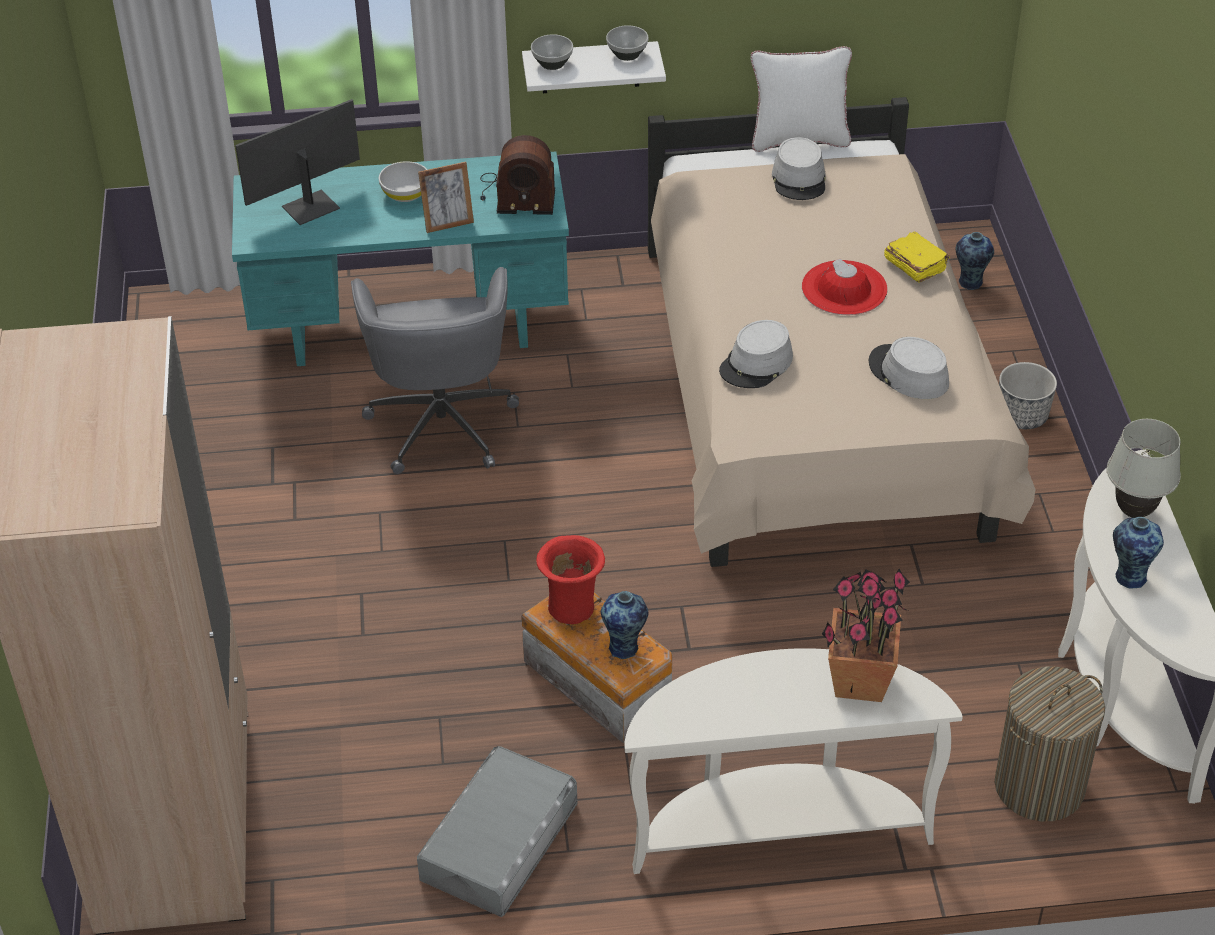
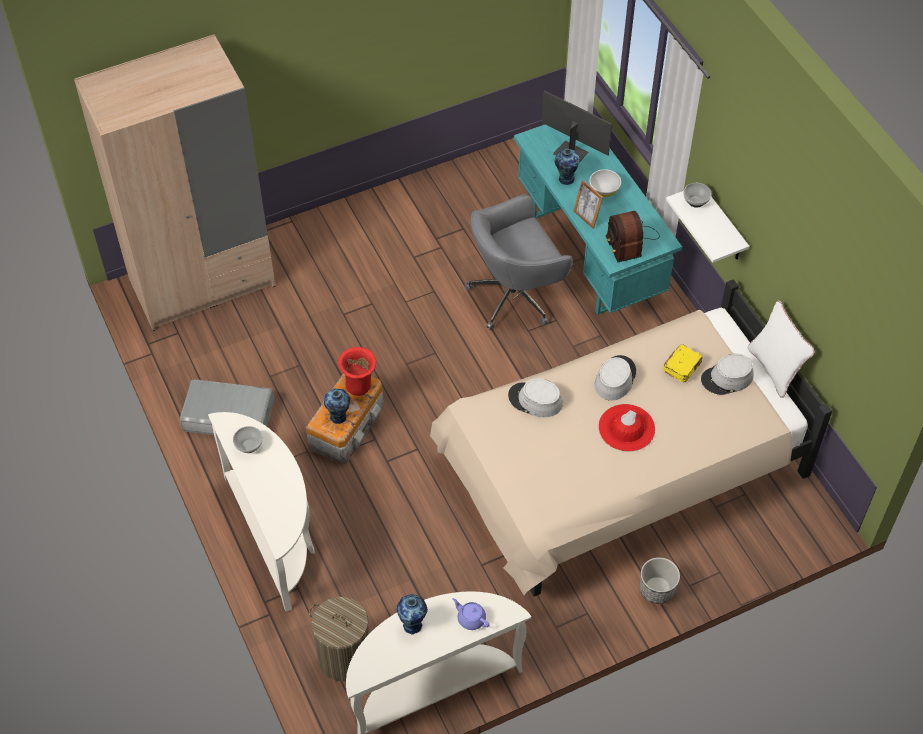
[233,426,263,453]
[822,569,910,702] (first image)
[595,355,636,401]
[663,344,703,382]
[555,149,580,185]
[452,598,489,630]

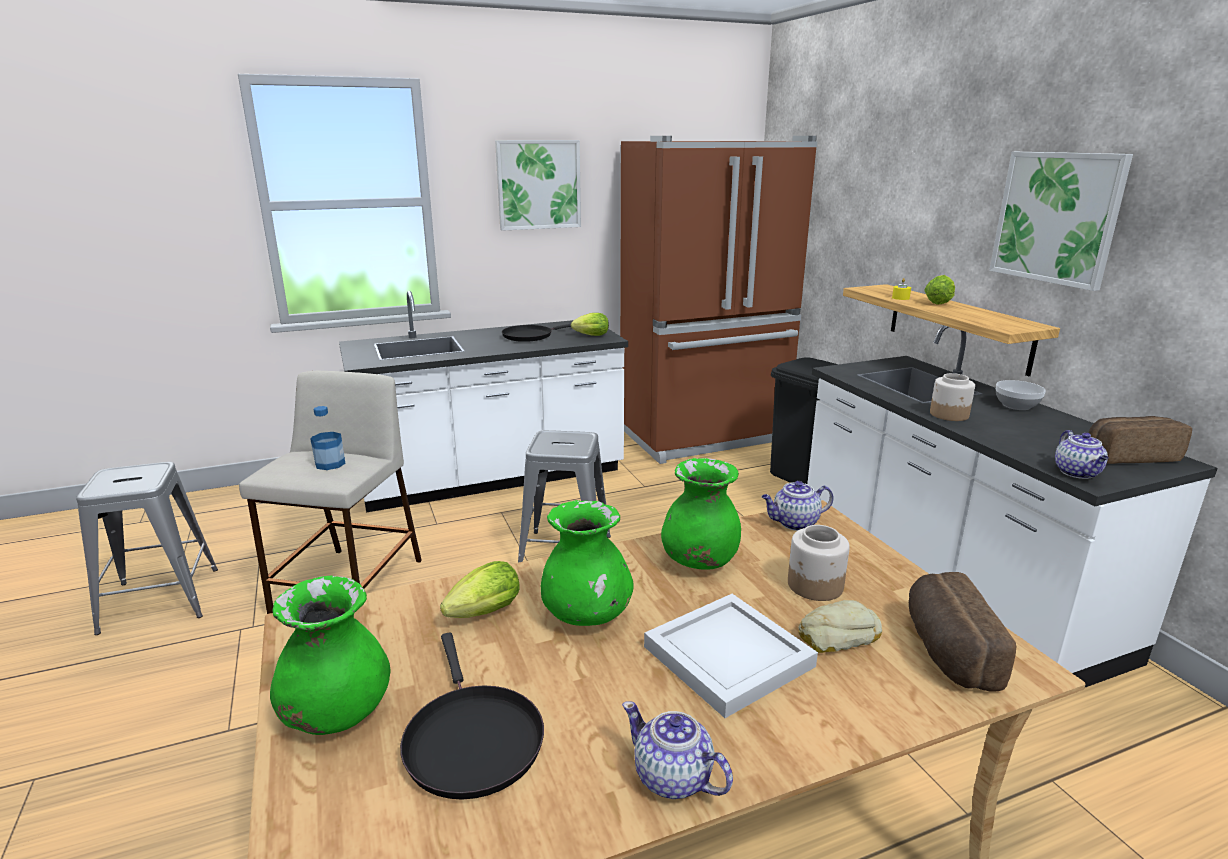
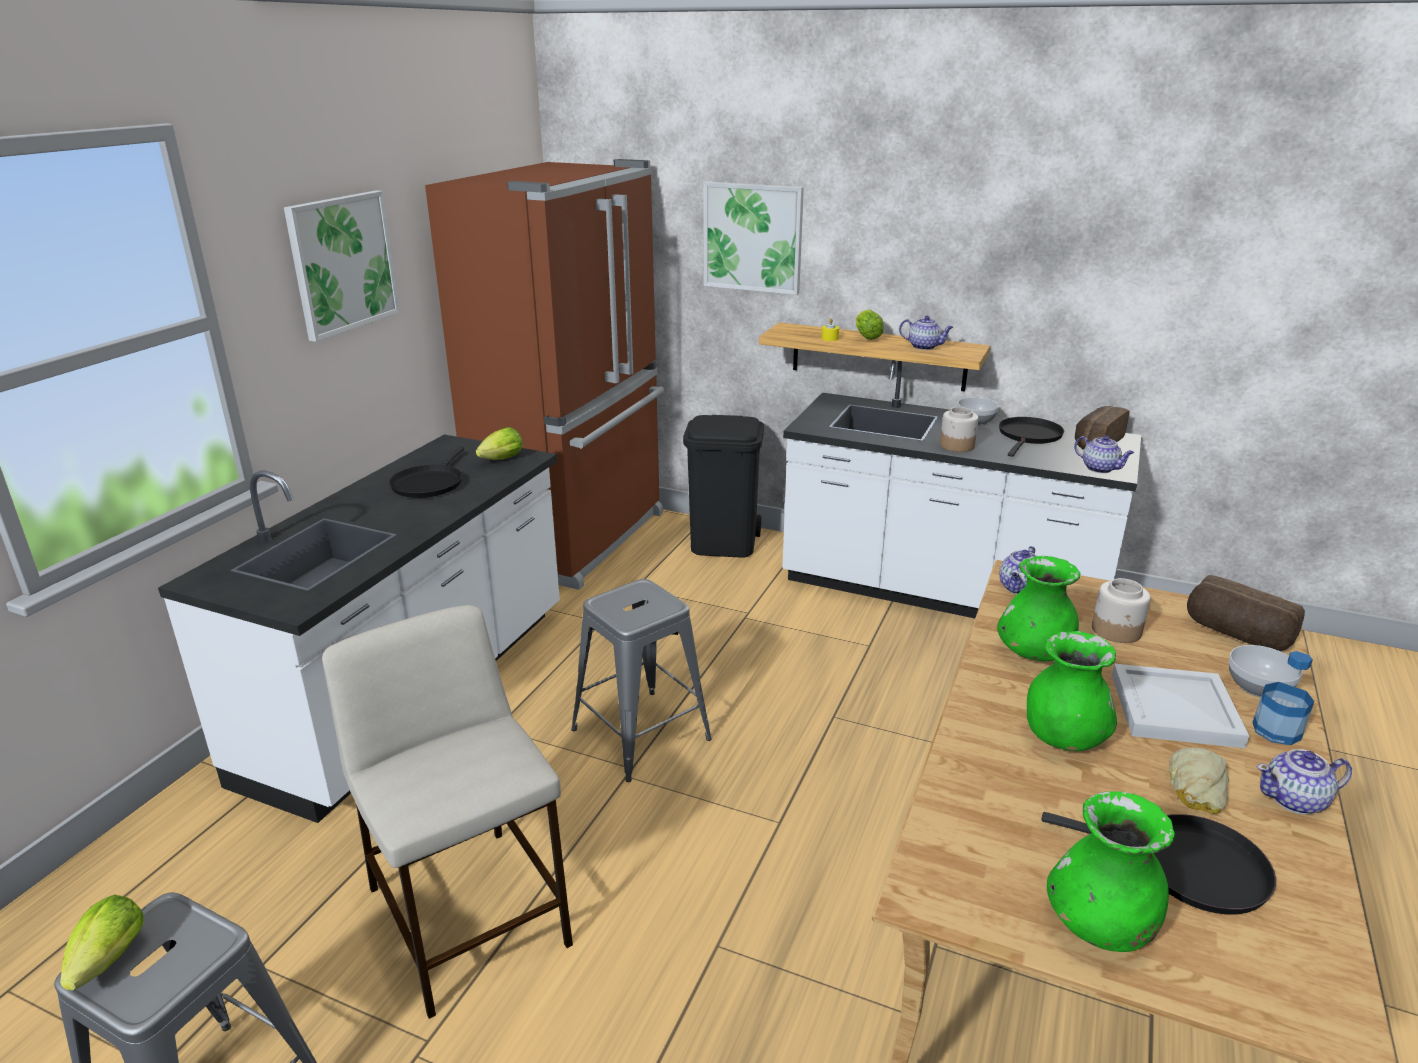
[1252,651,1314,745]
[60,895,144,991]
[1169,747,1229,814]
[703,182,804,295]
[899,316,953,350]
[999,417,1064,457]
[1229,645,1303,698]

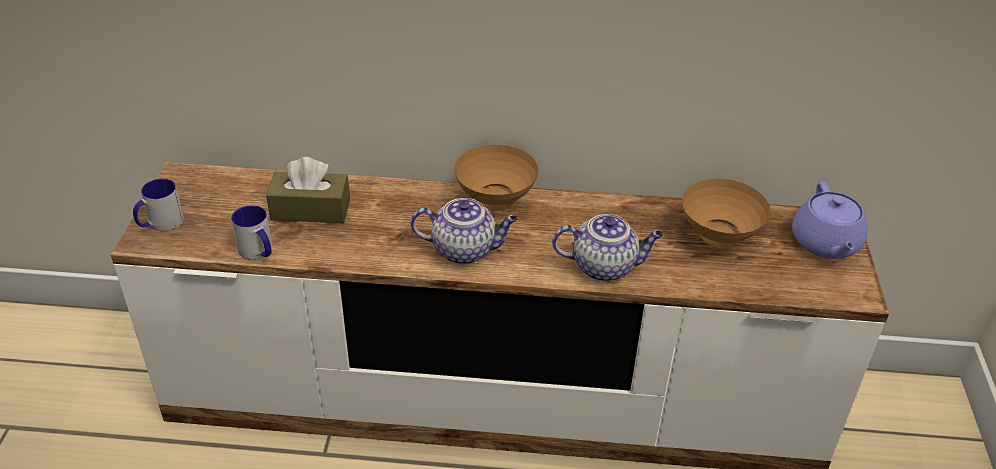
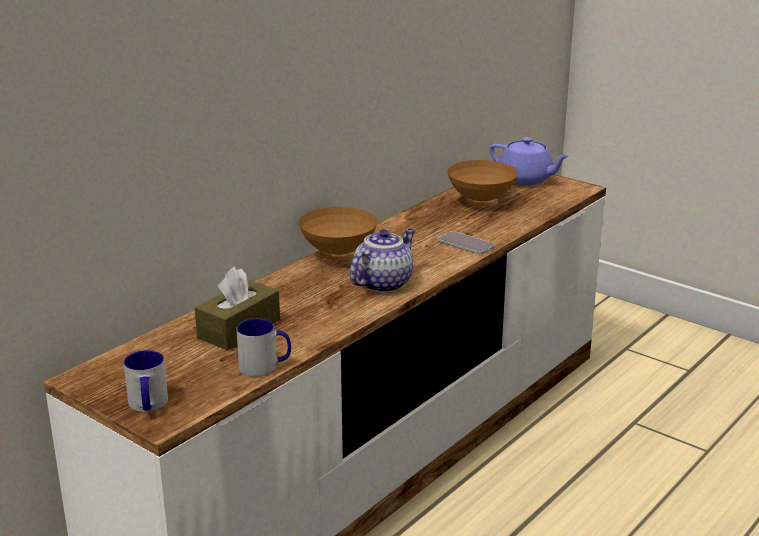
[438,231,495,255]

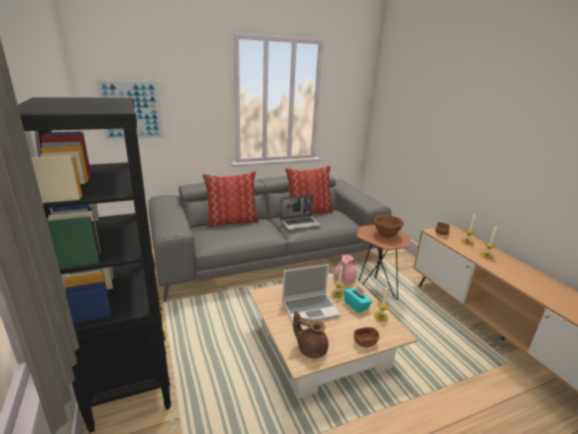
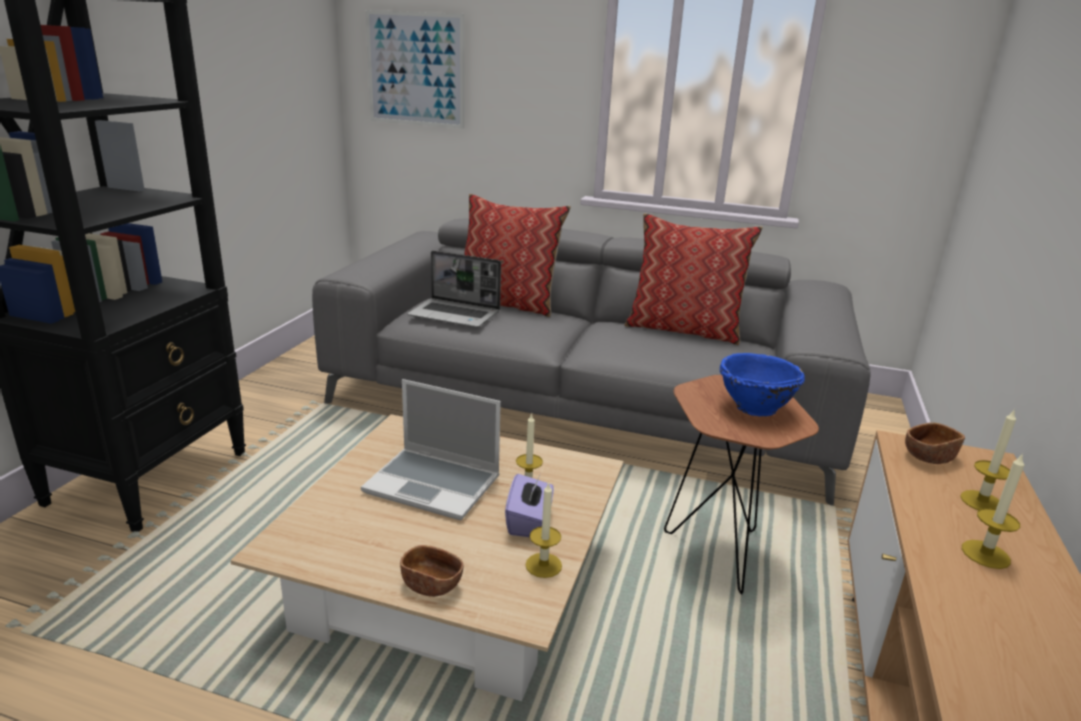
[407,251,501,327]
[293,311,328,359] (first image)
[333,255,356,283] (first image)
[505,474,554,537]
[720,353,805,416]

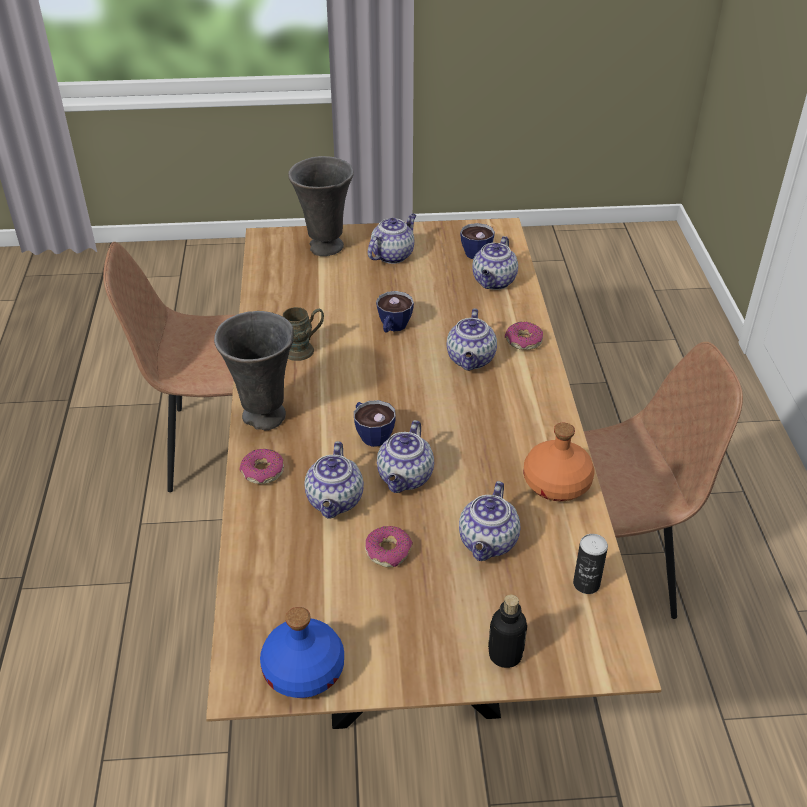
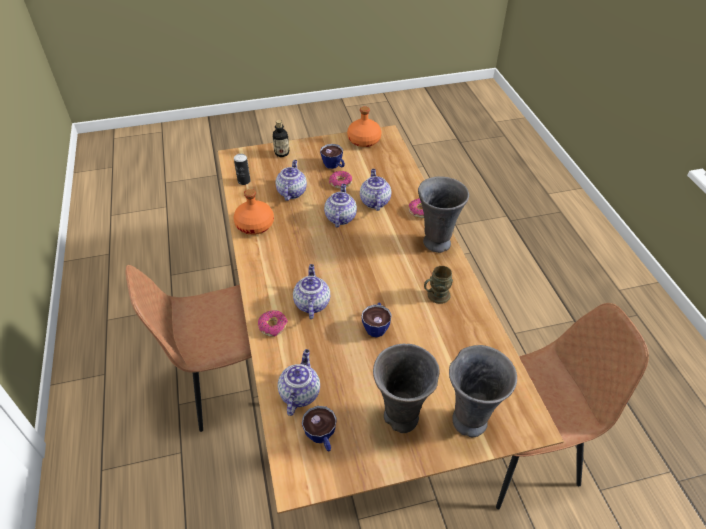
[347,106,381,147]
[320,144,345,169]
[373,344,440,433]

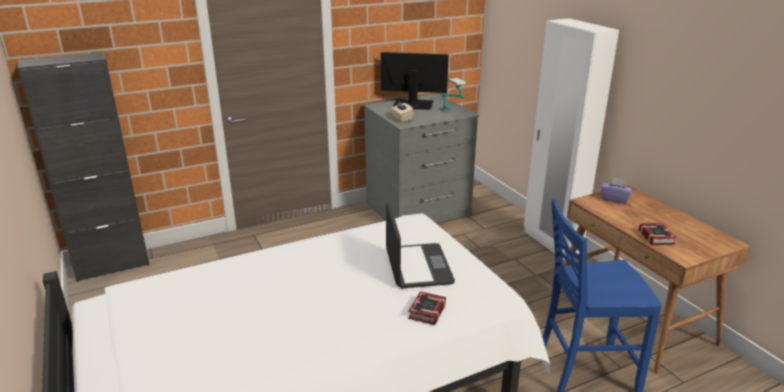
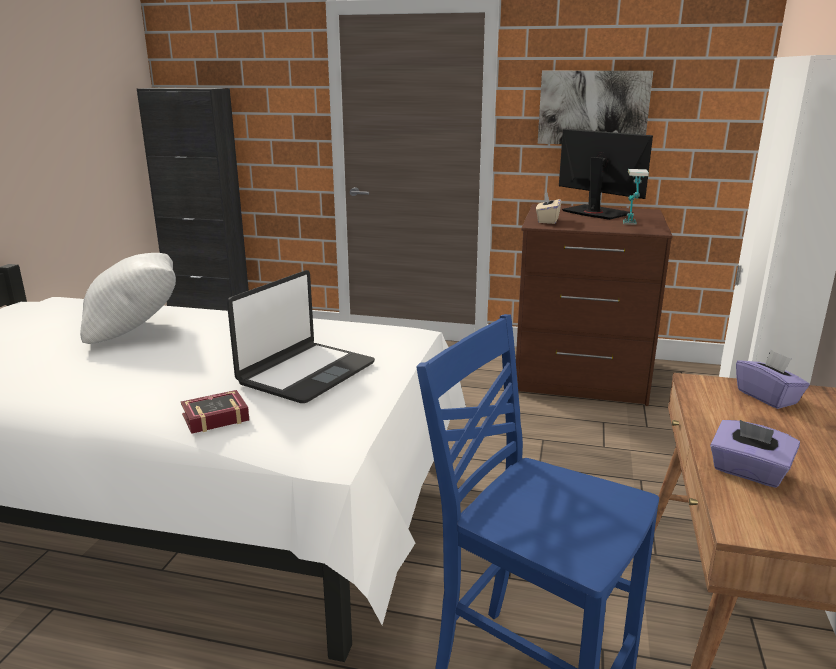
[516,204,673,406]
[710,420,800,488]
[80,253,176,344]
[538,71,653,144]

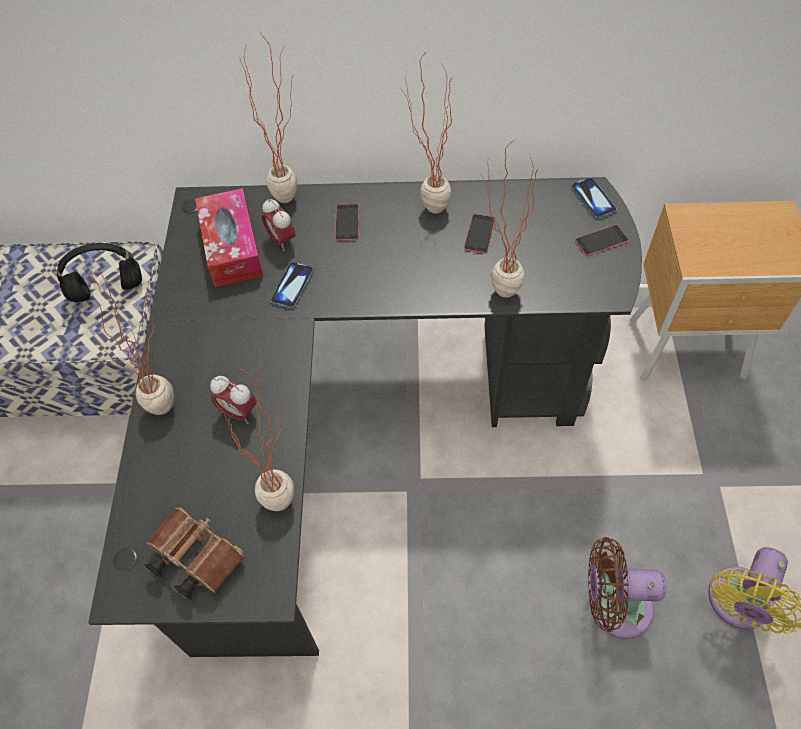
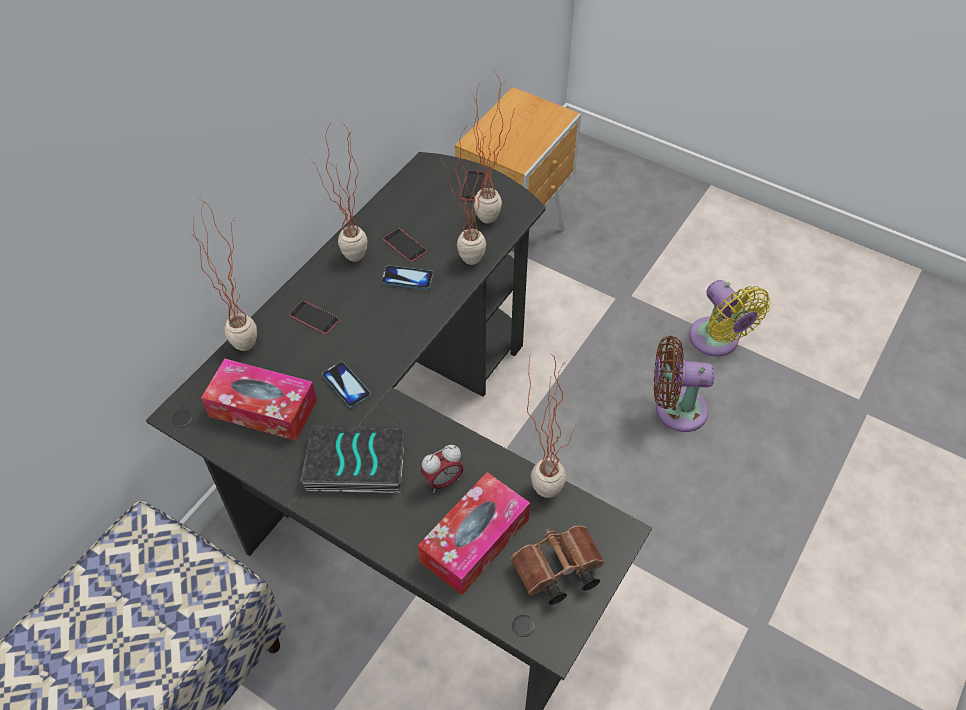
[57,243,142,302] (first image)
[473,70,519,223]
[262,198,295,251] (first image)
[381,265,434,290]
[654,336,715,432]
[300,426,405,493]
[418,472,530,595]

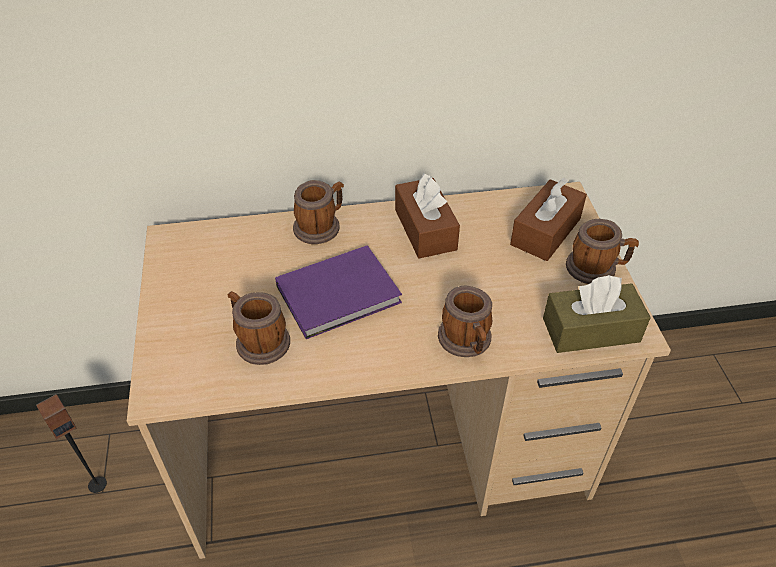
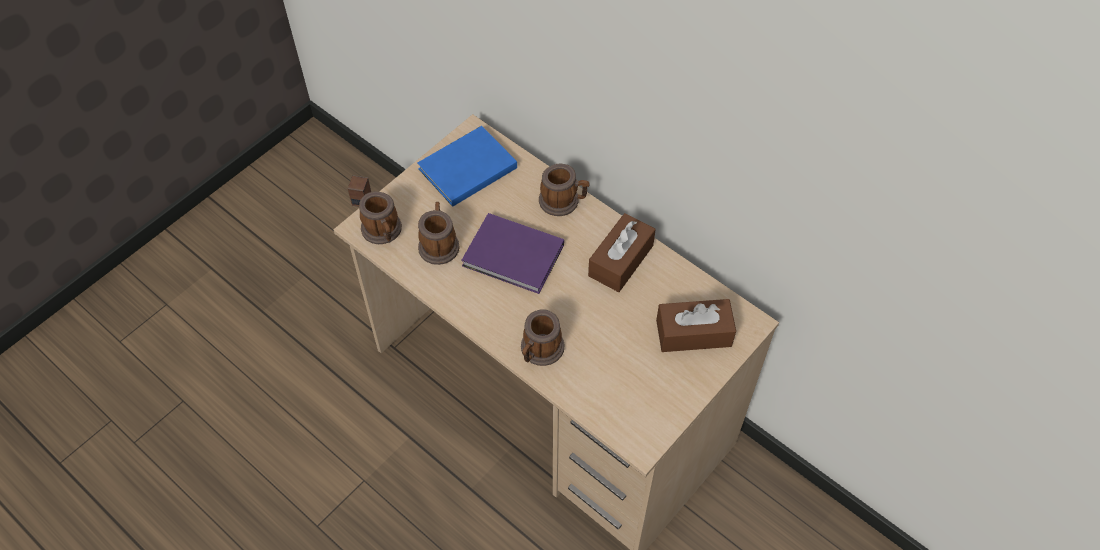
[543,275,651,353] (first image)
[359,191,402,244]
[417,126,517,207]

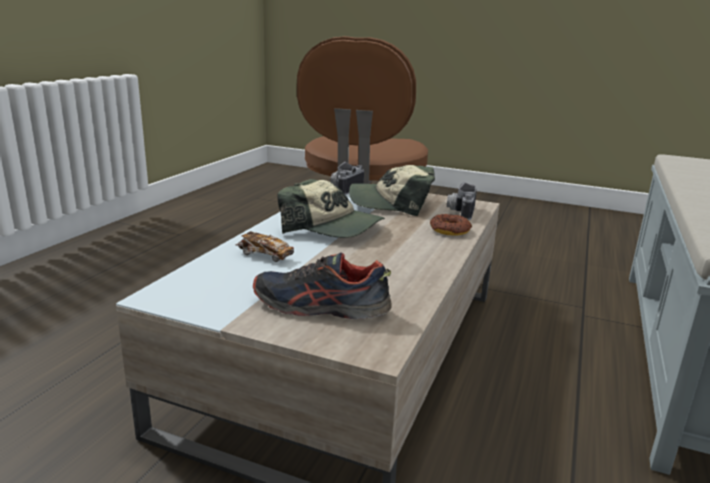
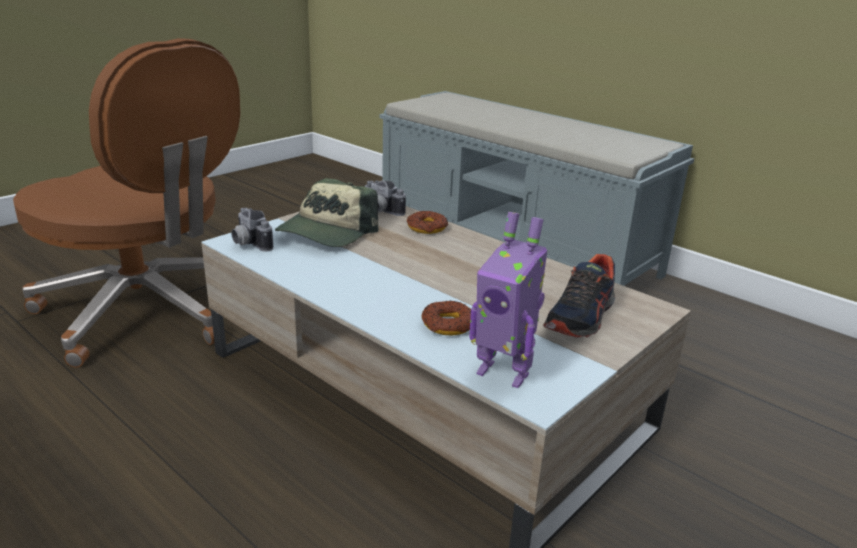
[421,300,471,336]
[278,179,385,238] (first image)
[469,212,547,388]

